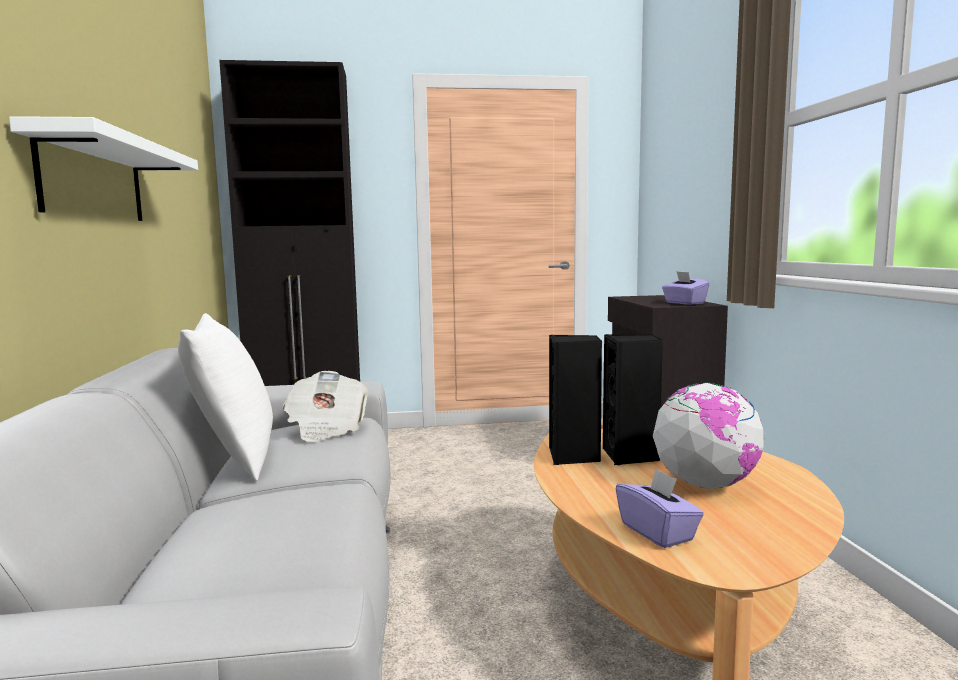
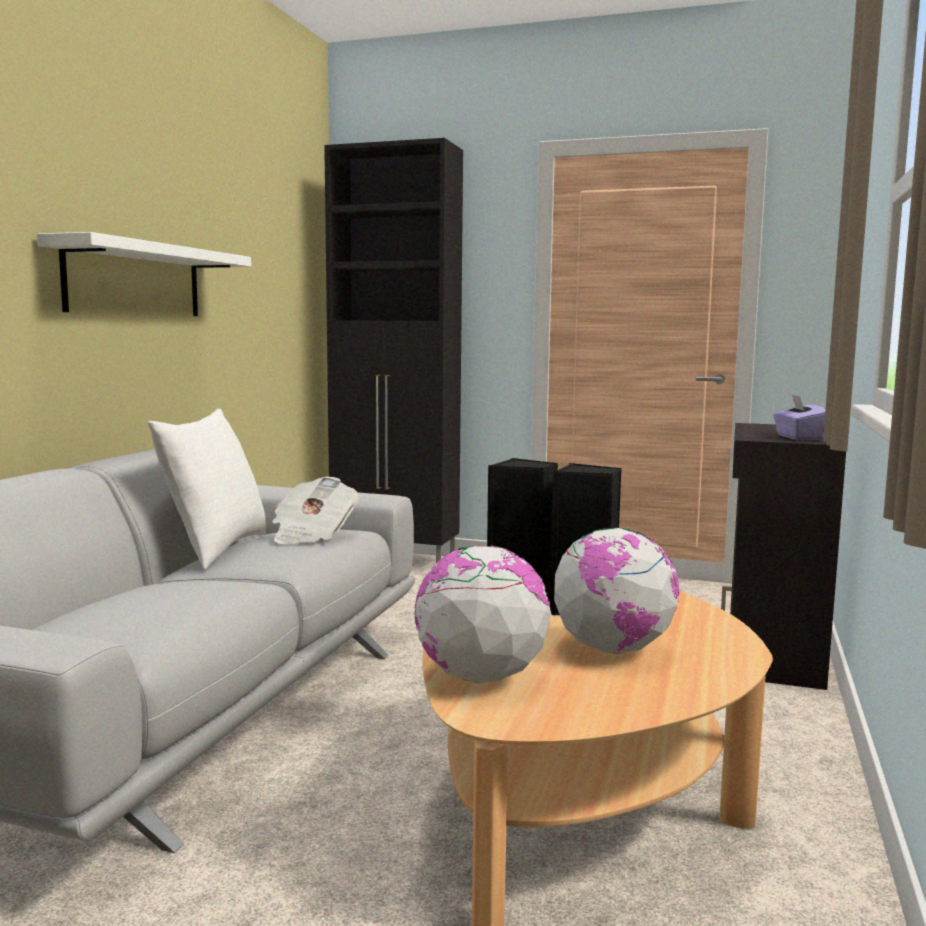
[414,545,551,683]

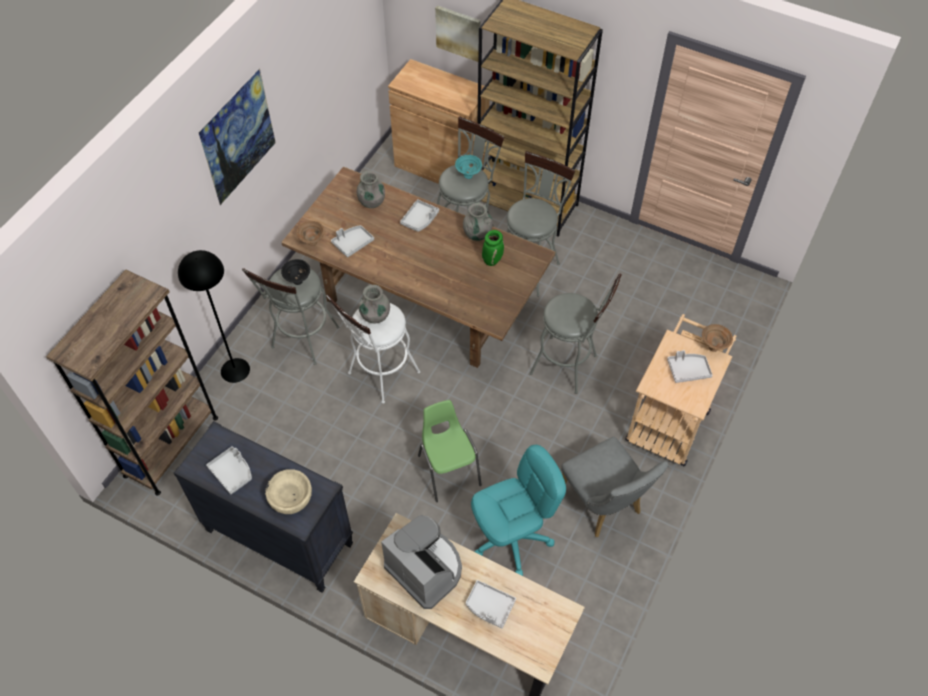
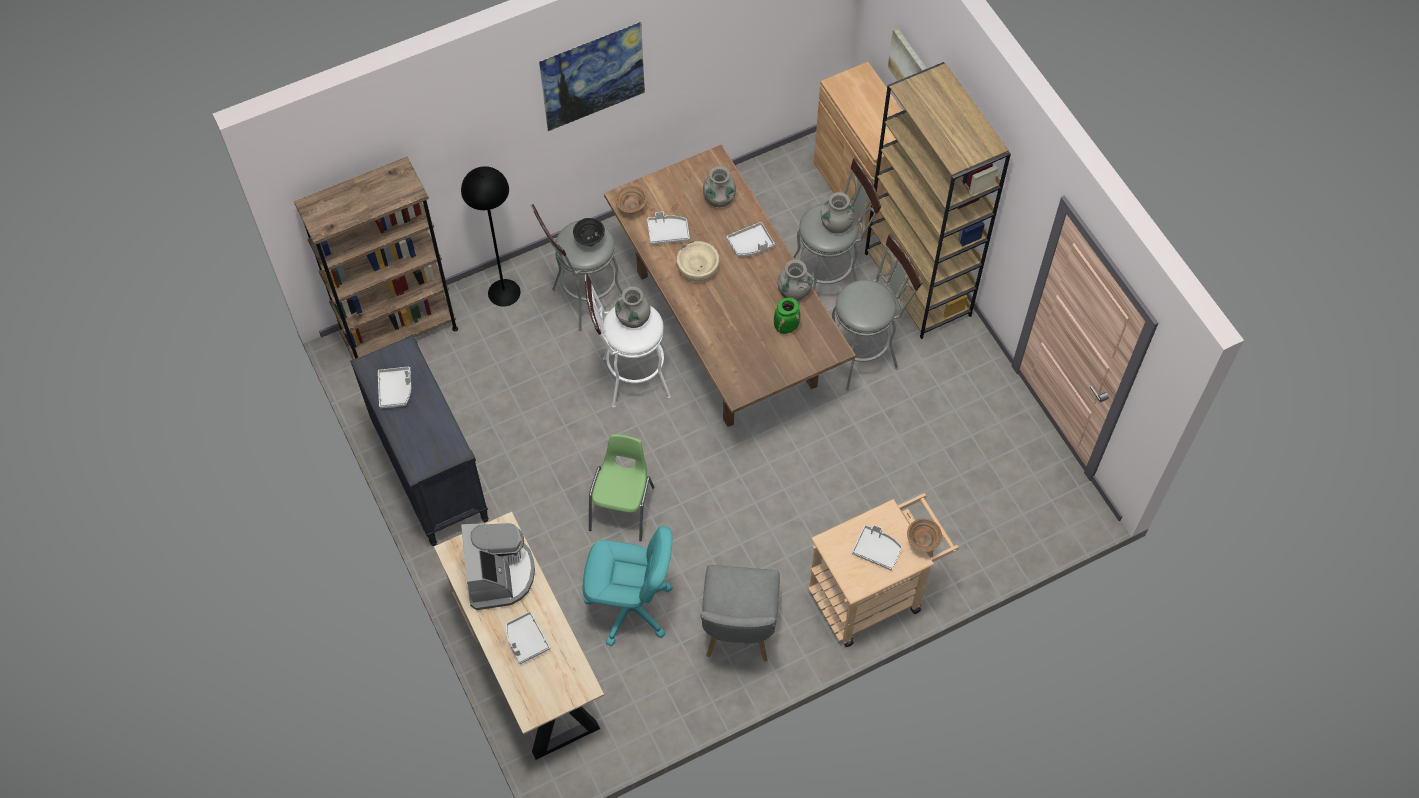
[677,241,719,282]
[820,192,855,234]
[529,274,622,394] (first image)

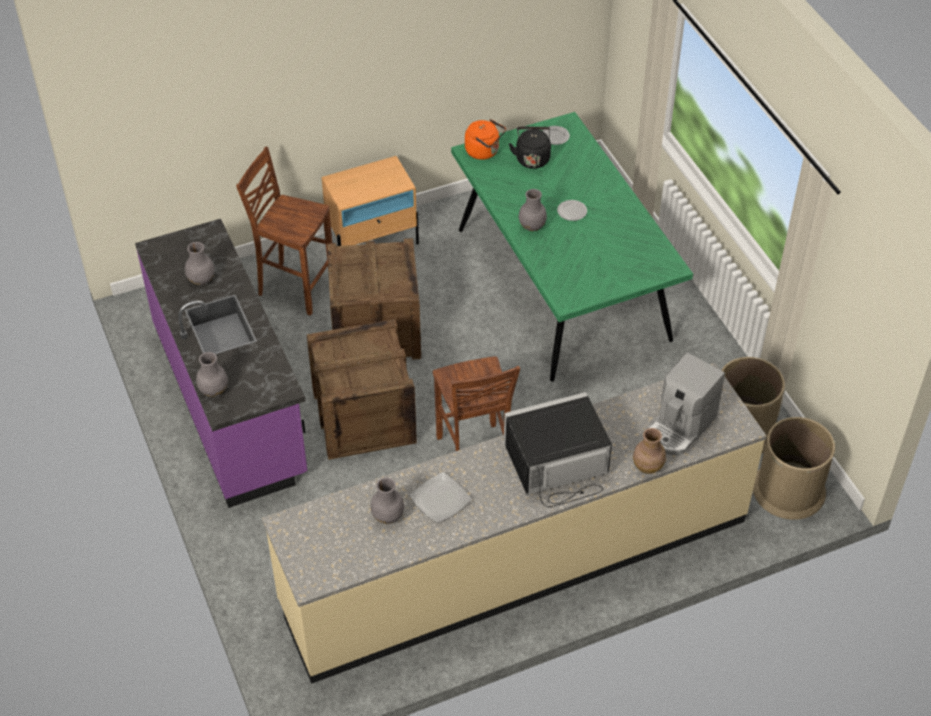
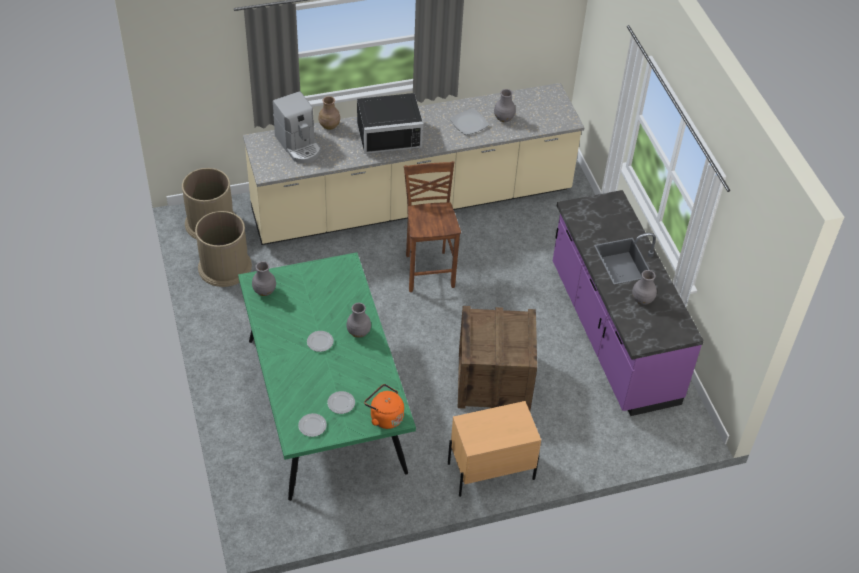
[252,261,276,296]
[236,147,332,316] (first image)
[307,319,417,460] (first image)
[327,391,355,414]
[273,91,321,163]

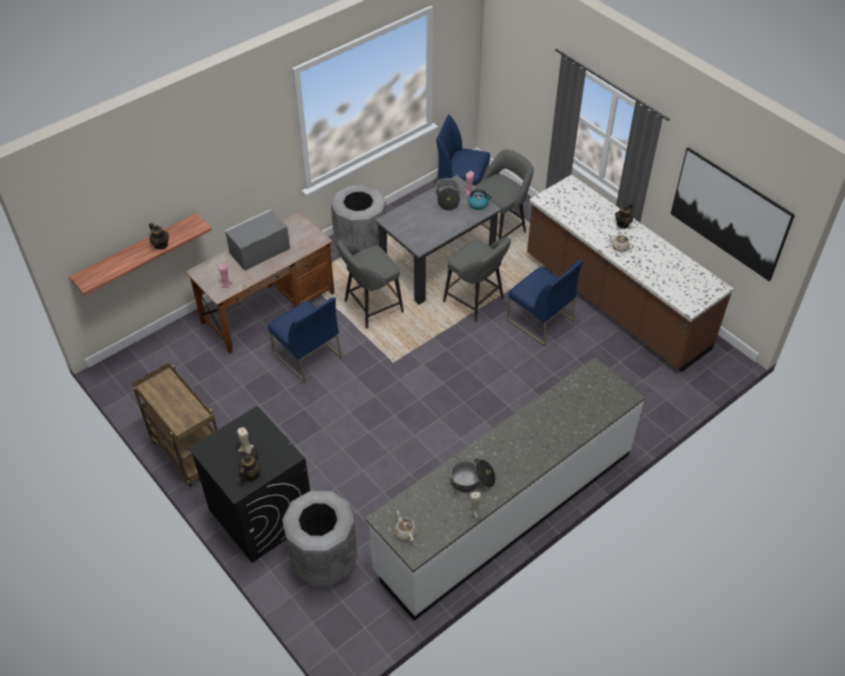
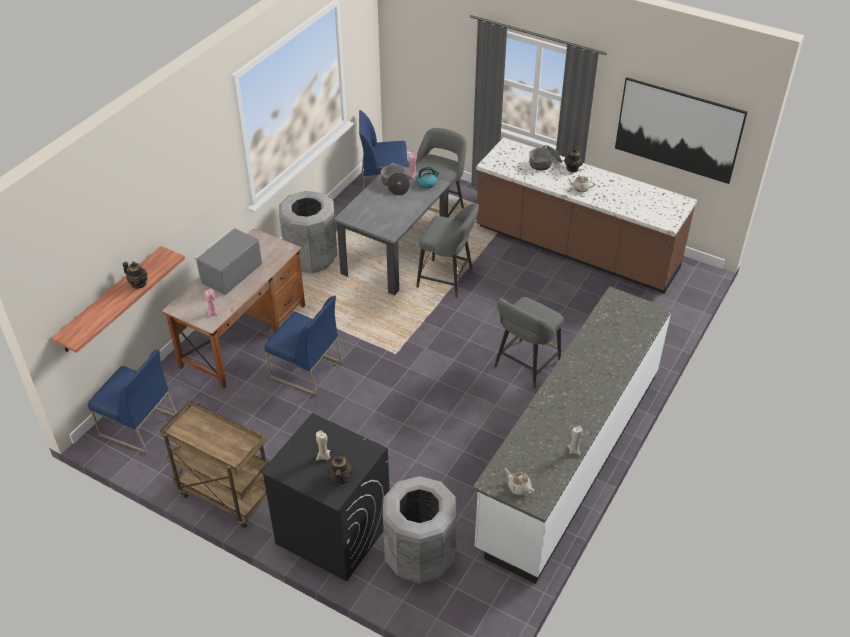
[494,297,563,389]
[529,145,562,171]
[88,349,177,454]

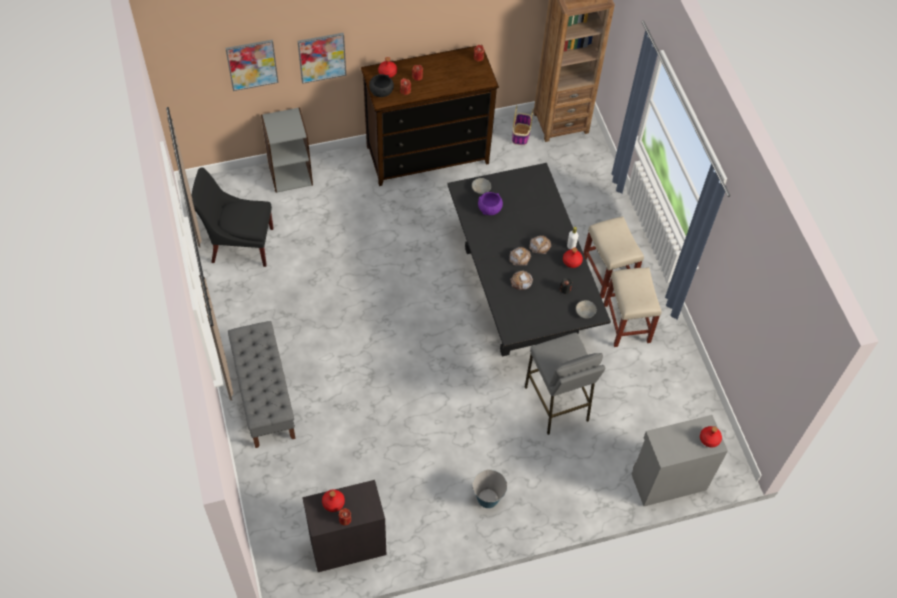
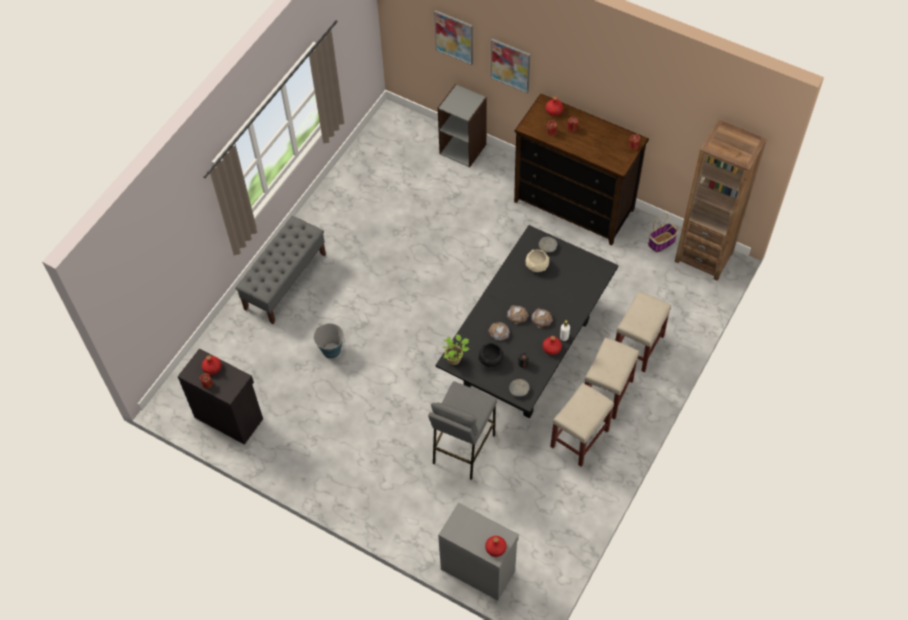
[191,168,274,267] (first image)
[478,343,504,367]
[314,323,345,359]
[526,250,549,272]
[443,334,469,365]
[615,291,671,373]

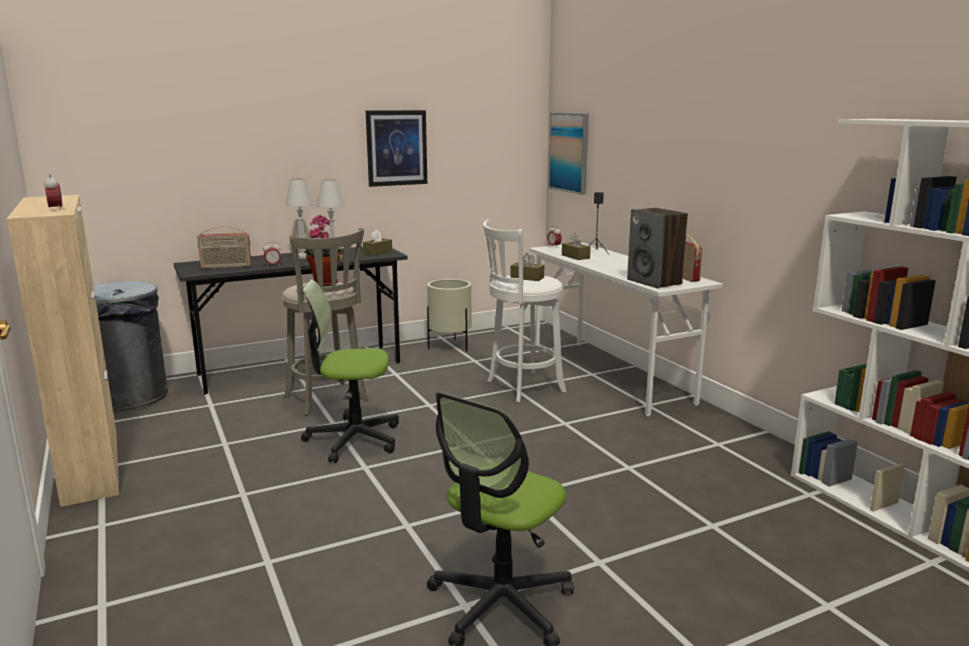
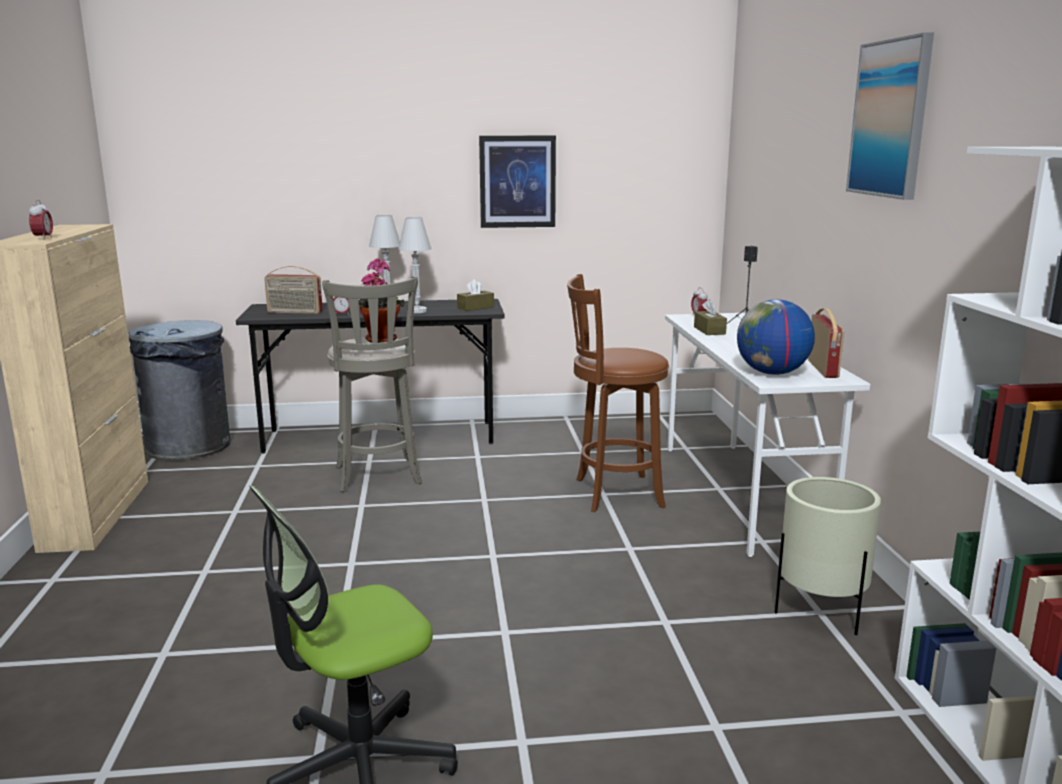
[301,280,399,463] (first image)
[775,477,881,635]
[567,274,669,512]
[510,253,544,281] (first image)
[846,33,934,200]
[737,299,815,375]

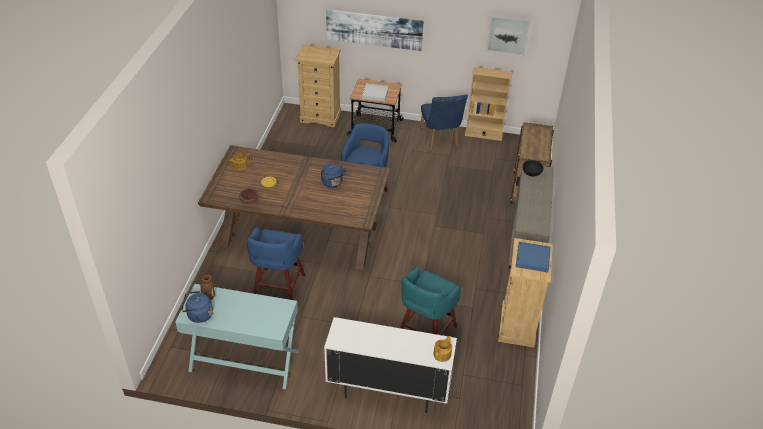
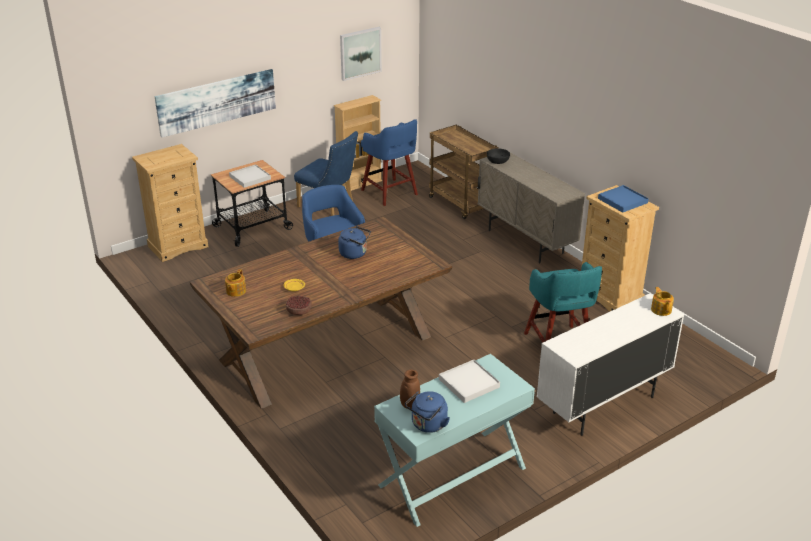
[361,119,418,206]
[439,360,500,403]

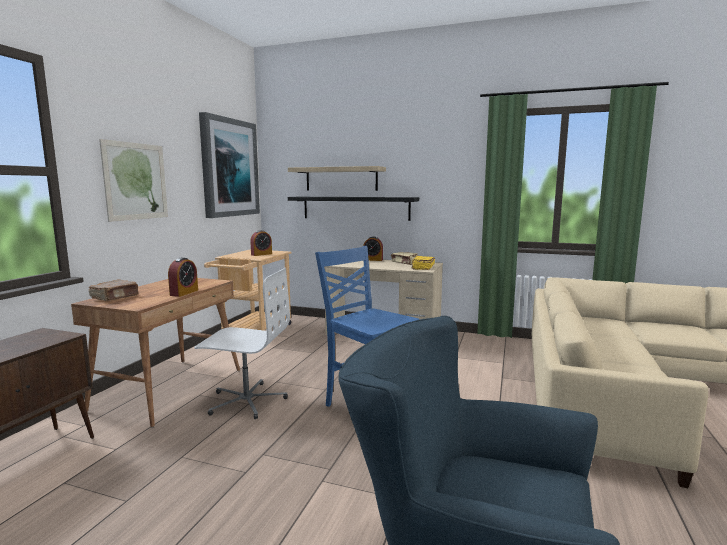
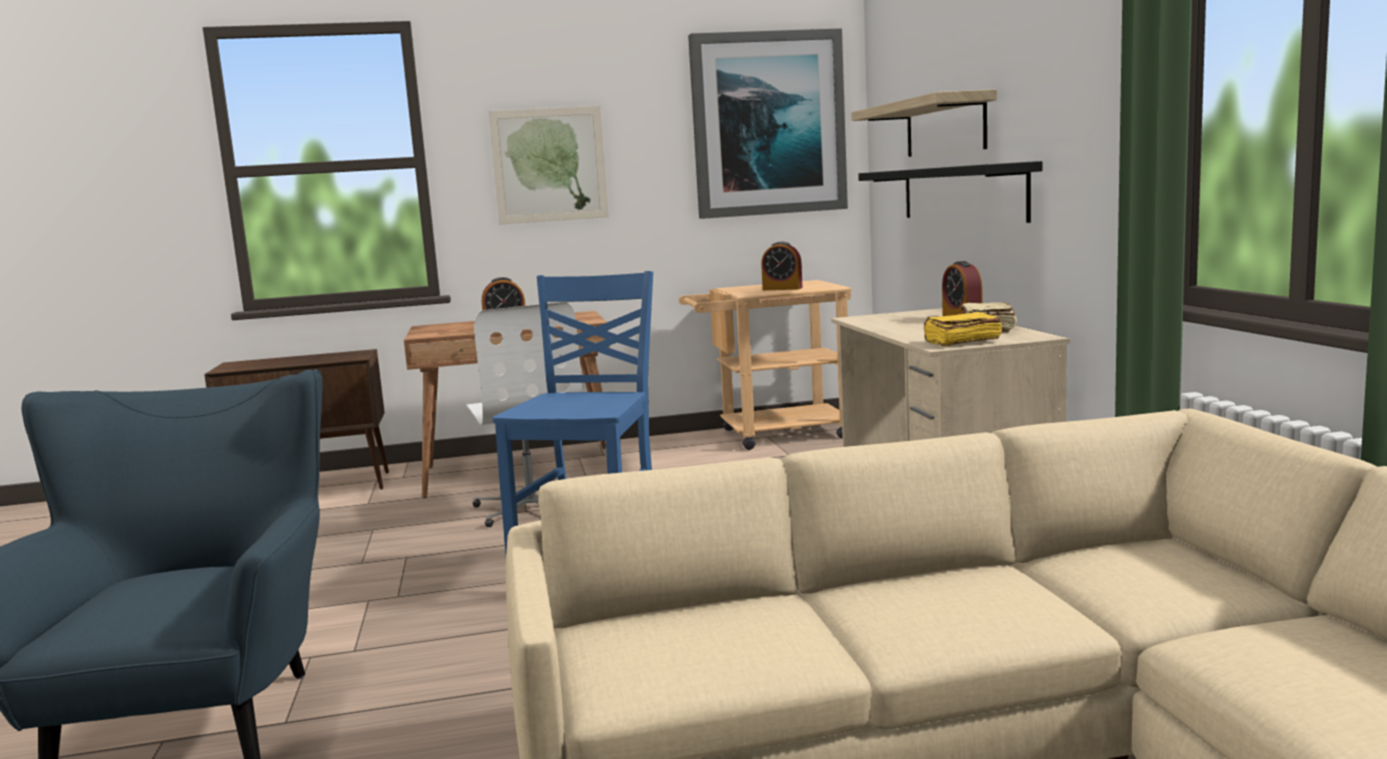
[89,280,139,301] (first image)

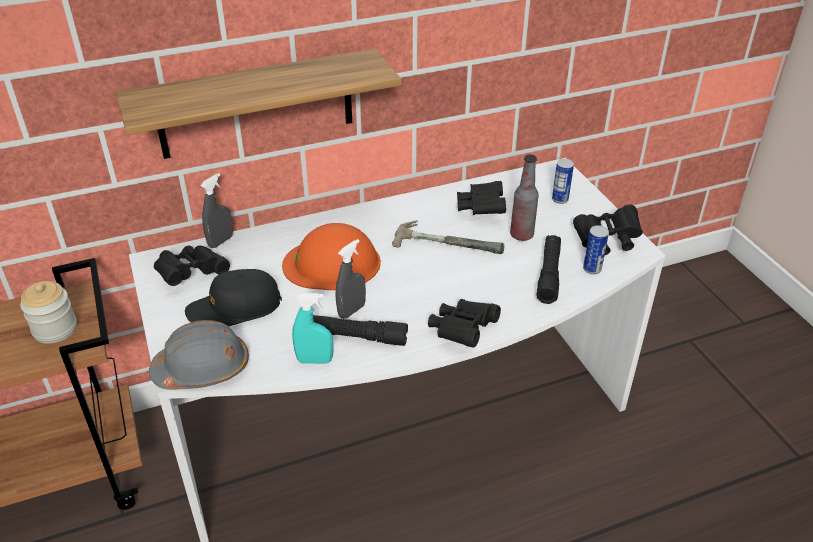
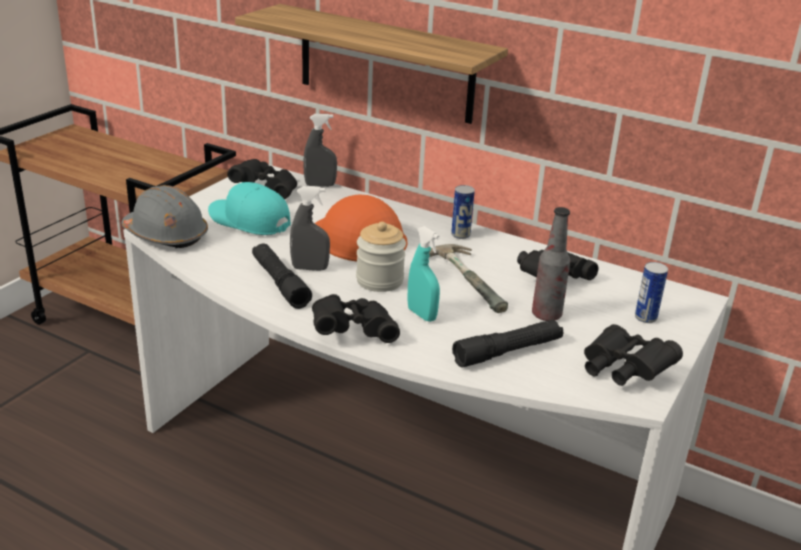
[356,222,406,292]
[208,182,291,235]
[408,226,440,322]
[451,185,475,239]

